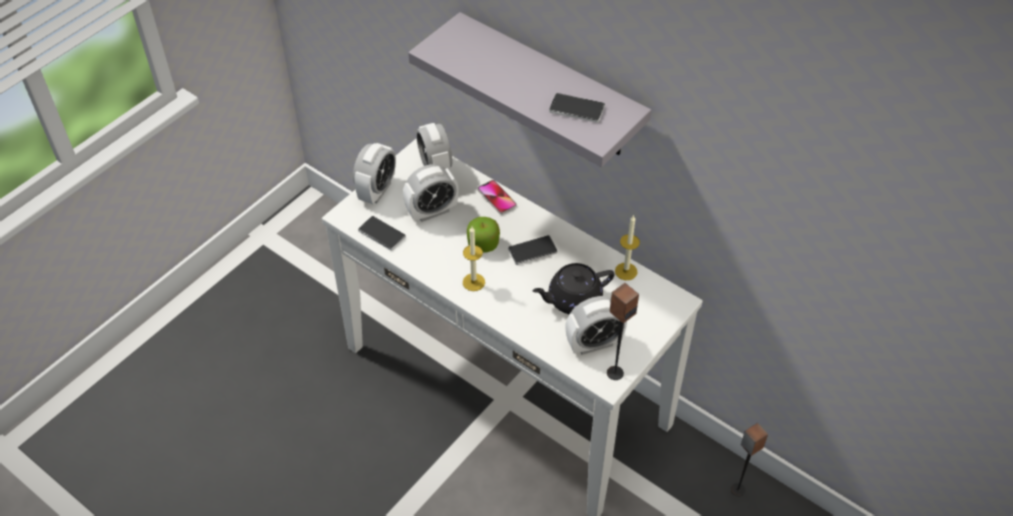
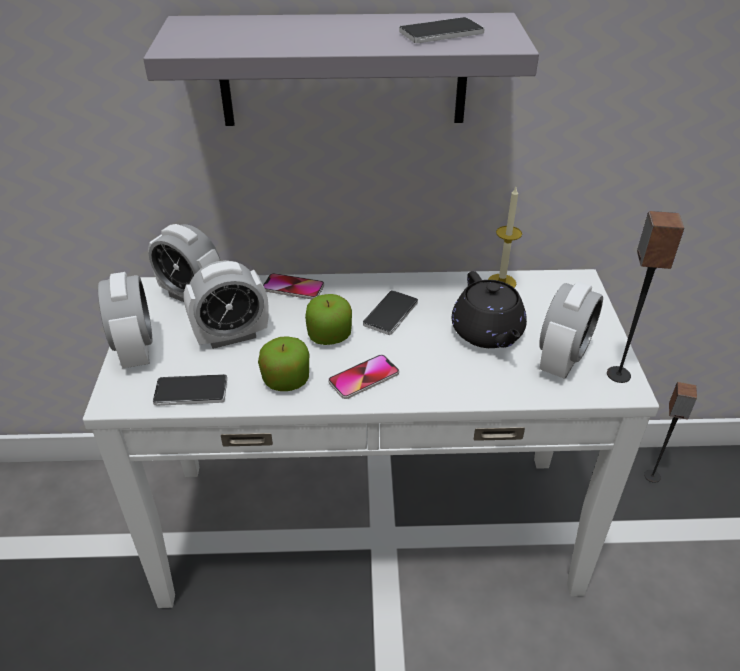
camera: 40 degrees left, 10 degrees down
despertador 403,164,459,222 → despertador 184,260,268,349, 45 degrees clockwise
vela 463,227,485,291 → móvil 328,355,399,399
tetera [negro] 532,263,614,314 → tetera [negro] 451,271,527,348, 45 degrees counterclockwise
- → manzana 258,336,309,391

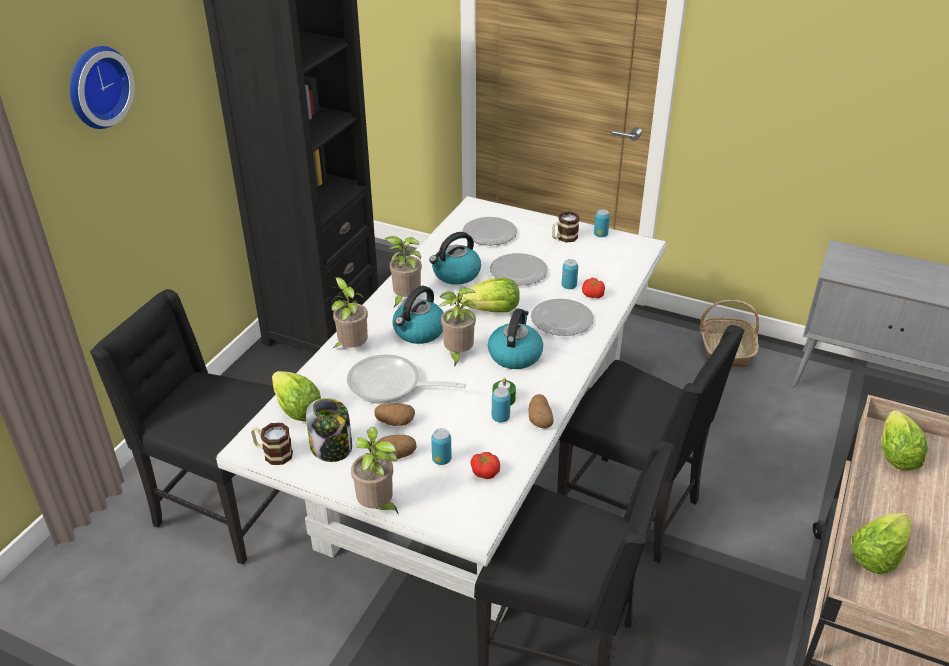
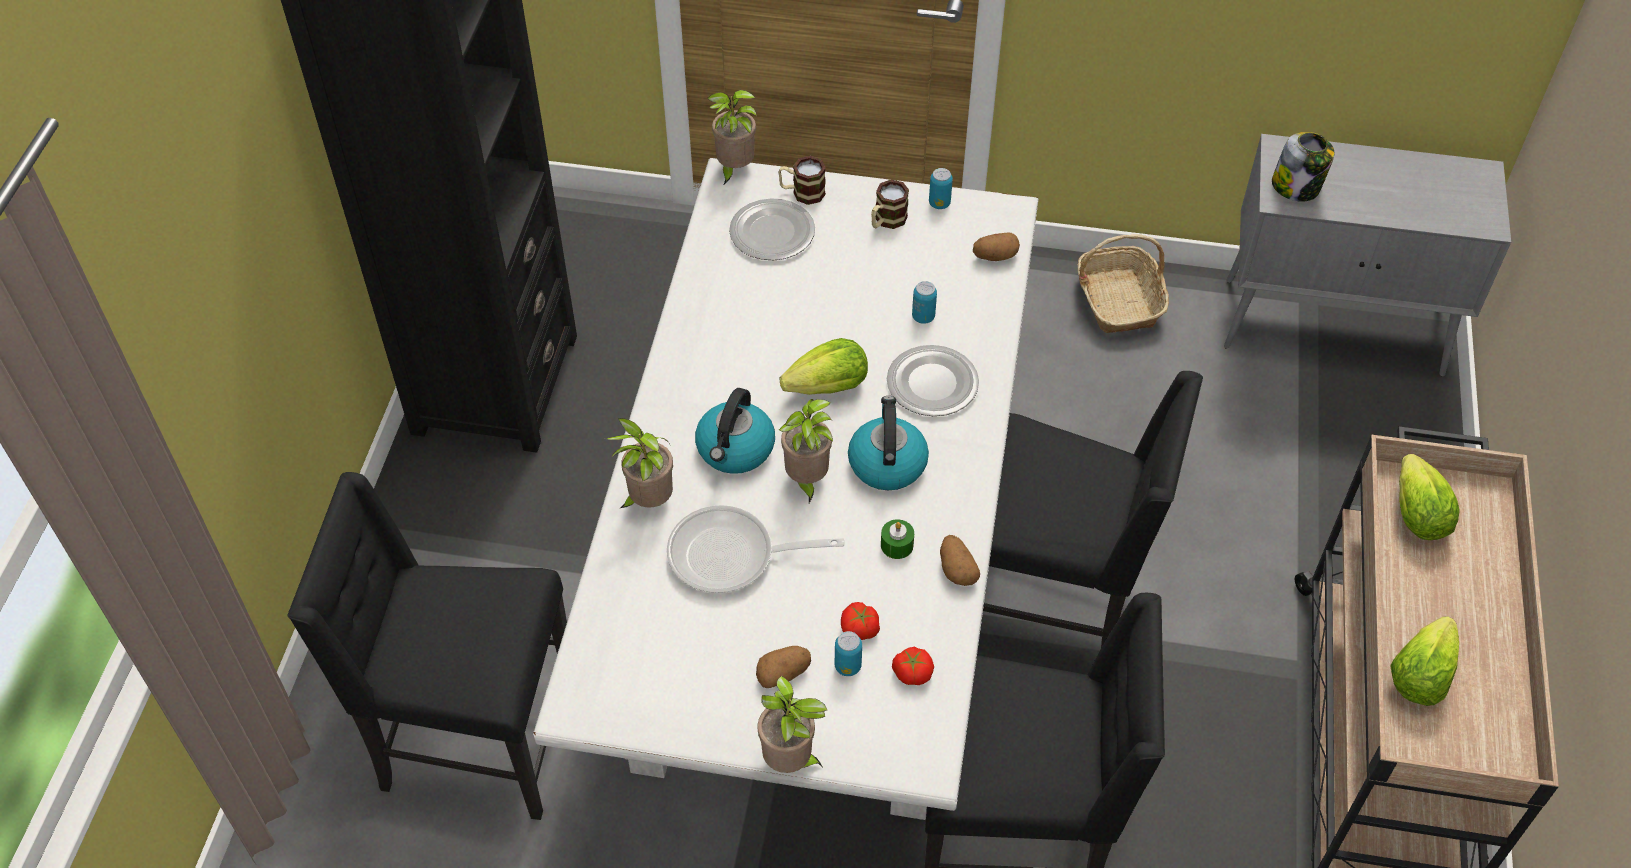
camera: 15 degrees left, 15 degrees up
reloj de pared 70,46,135,129 → -
taza grande 251,423,293,465 → taza grande 778,156,826,205, shifted
lechuga 272,371,321,422 → -
tarro 306,398,352,462 → tarro 1272,132,1335,202, shifted
patata 374,403,415,426 → patata 973,233,1020,261, shifted
planta en maceta 385,236,422,307 → planta en maceta 707,90,757,186, shifted
hervidor 429,232,481,285 → -
plato 490,253,548,285 → -
lata 492,387,511,422 → -
tomate 582,278,605,298 → tomate 841,602,880,640, shifted

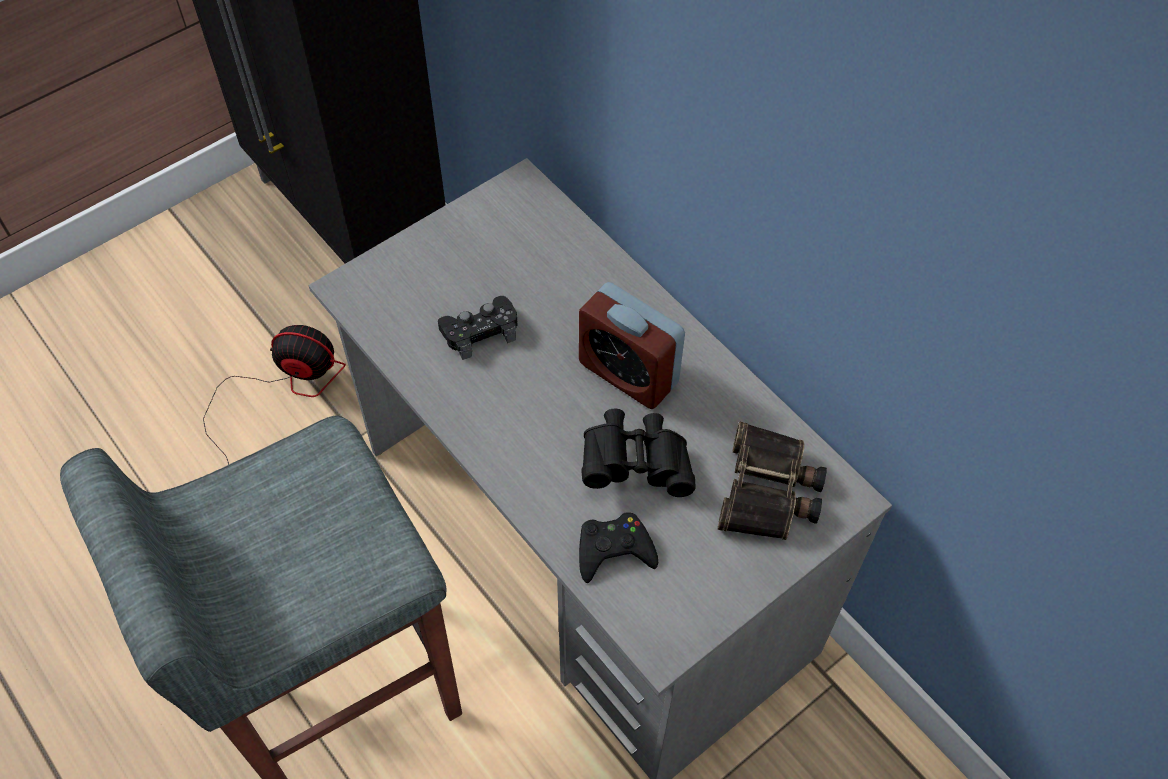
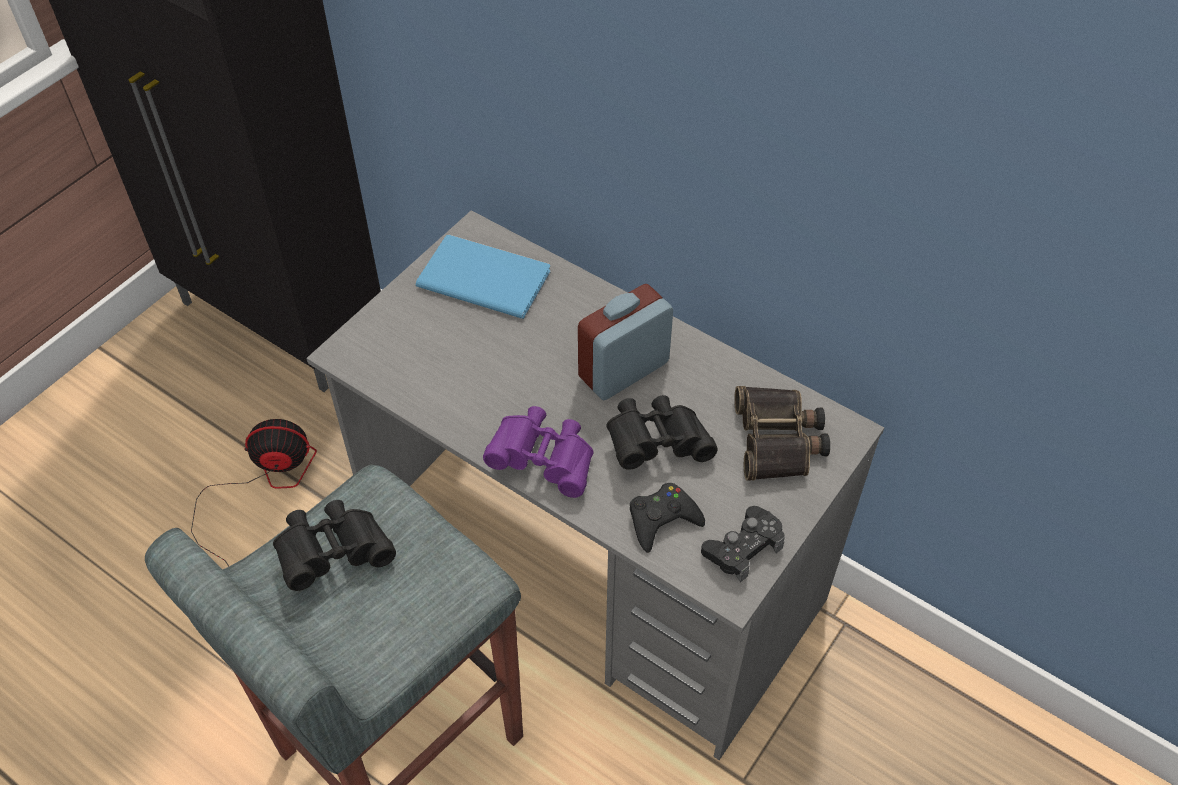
camera: 15 degrees left, 5 degrees down
mando de consola [negro] 438,296,517,360 → mando de consola [negro] 701,506,785,582, shifted
despertador 579,282,685,409 → despertador 578,284,673,400, 120 degrees clockwise
- → prismáticos [negro] 273,500,396,591
- → libro [azul] 416,235,551,319
- → prismáticos [morado] 483,406,593,498

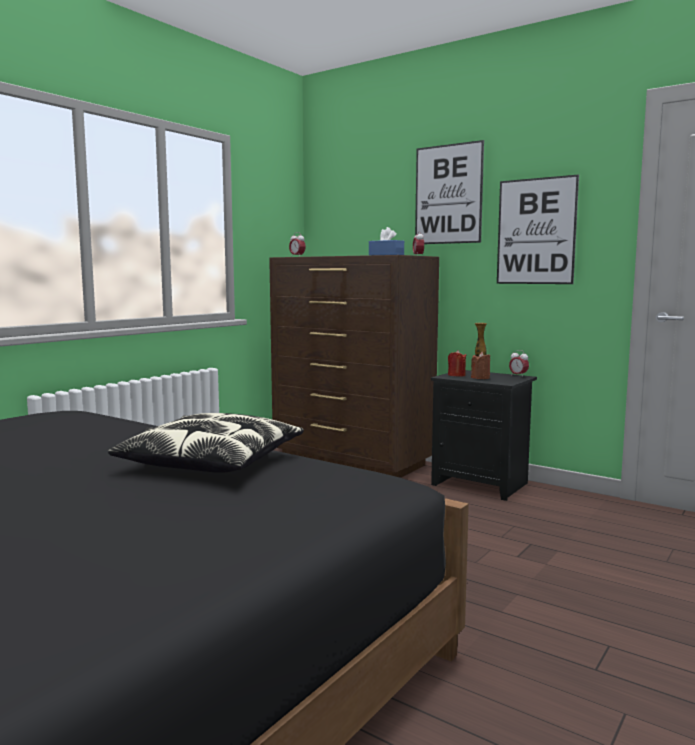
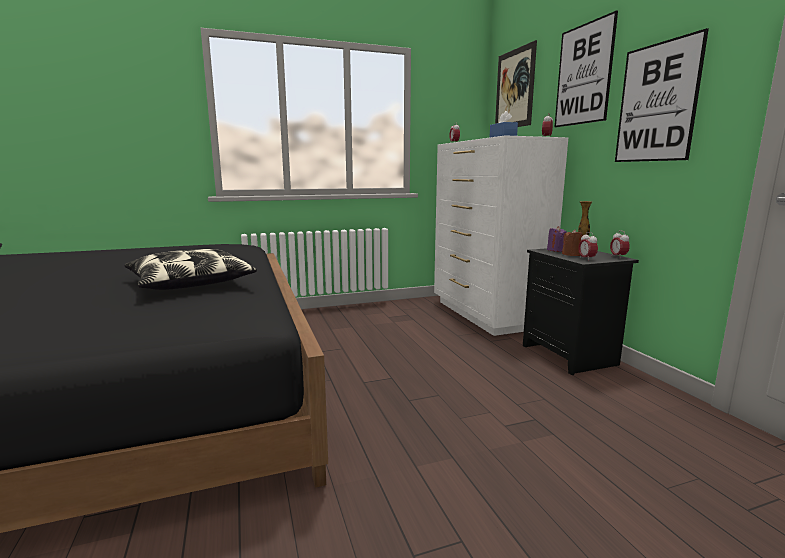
camera: 35 degrees right, 5 degrees up
cómoda [marrón] 269,255,439,478 → cómoda [blanco] 434,136,568,336
vela [rojo] 448,350,467,377 → vela [morado] 547,226,567,252
- → cuadro 495,40,537,127
- → despertador 578,232,598,261

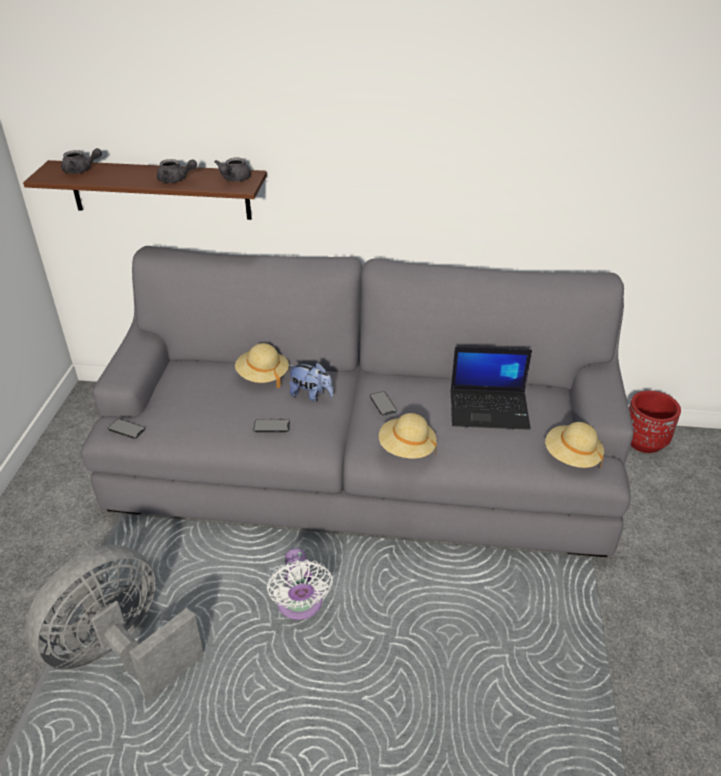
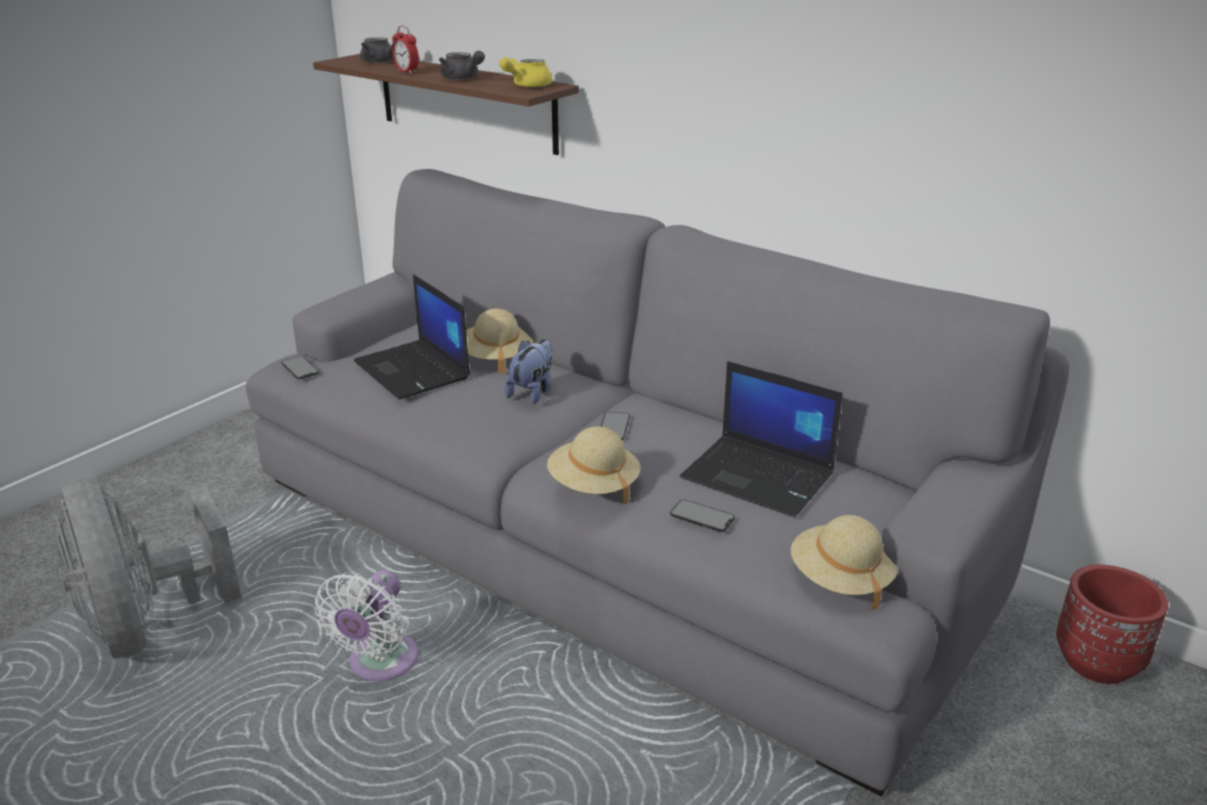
camera: 30 degrees right, 10 degrees down
ventilador [gris] 25,545,204,700 → ventilador [gris] 56,478,242,659, 105 degrees counterclockwise
tetera [gris] 215,158,251,182 → tetera [amarillo] 499,57,552,88
móvil 253,419,290,432 → móvil 670,499,735,532, shifted
peluche 289,363,333,402 → peluche 505,339,553,404, 120 degrees counterclockwise
- → portátil 354,274,470,399
- → despertador 392,26,419,74

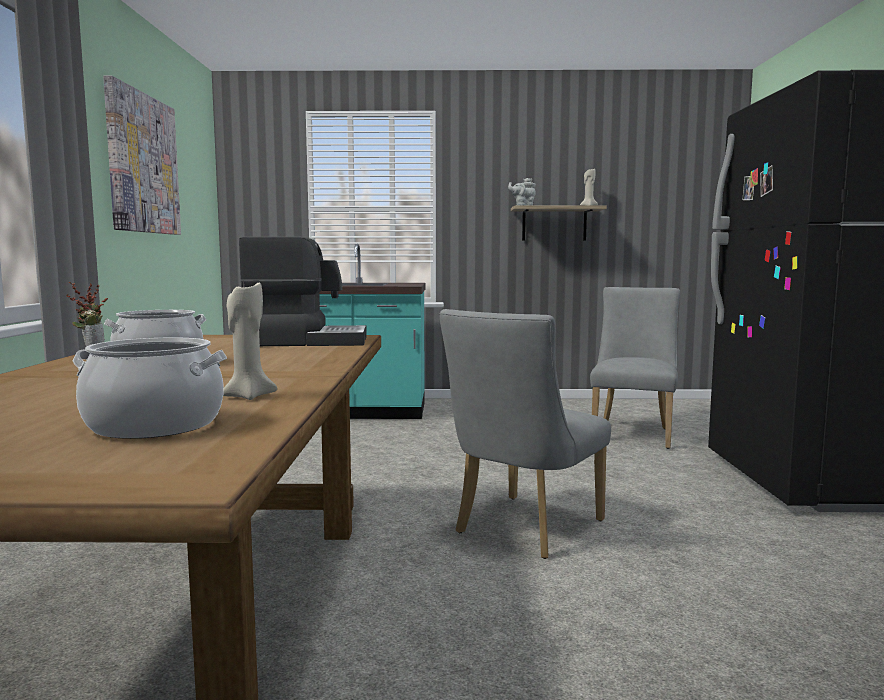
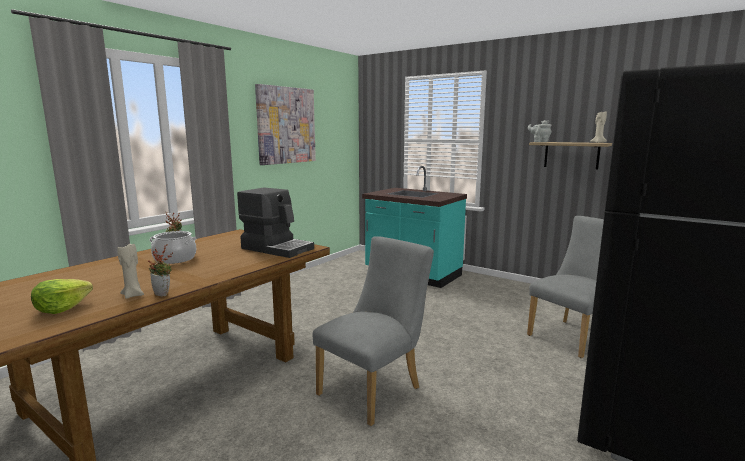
camera: 35 degrees right, 5 degrees up
olla 73,337,227,439 → lechuga 31,279,93,314
silla [gris] 439,309,611,559 → silla [gris] 312,236,434,426, 150 degrees clockwise
- → planta en maceta 148,244,173,296

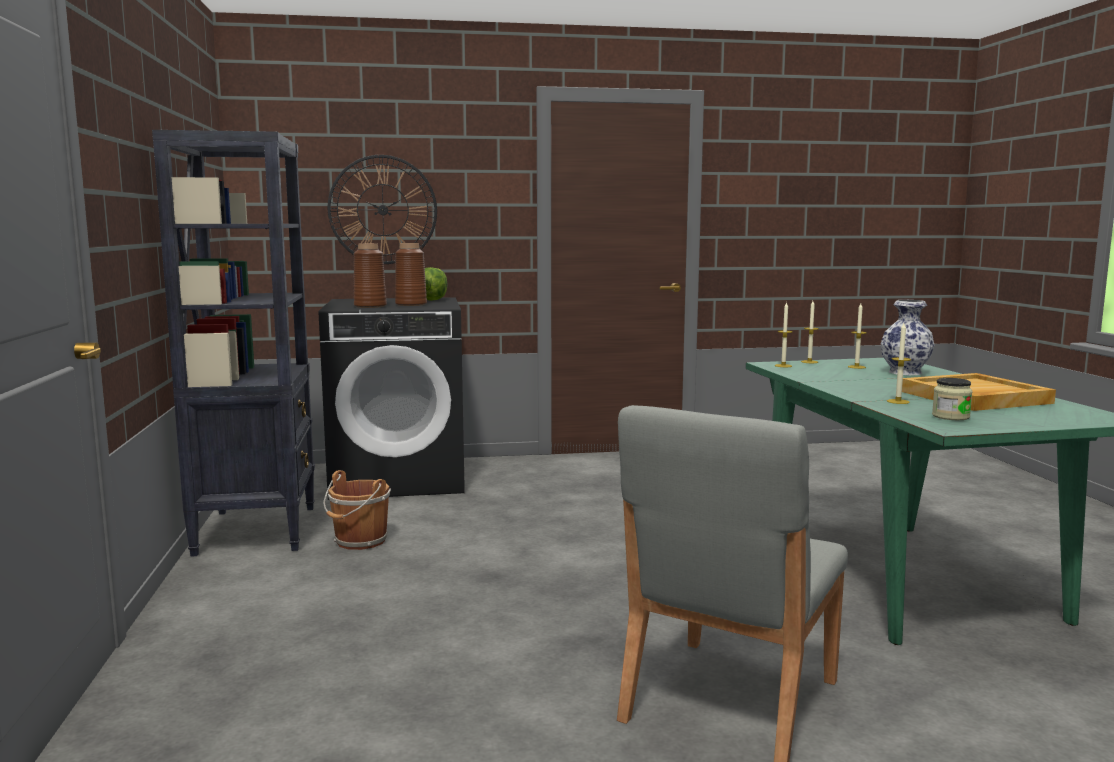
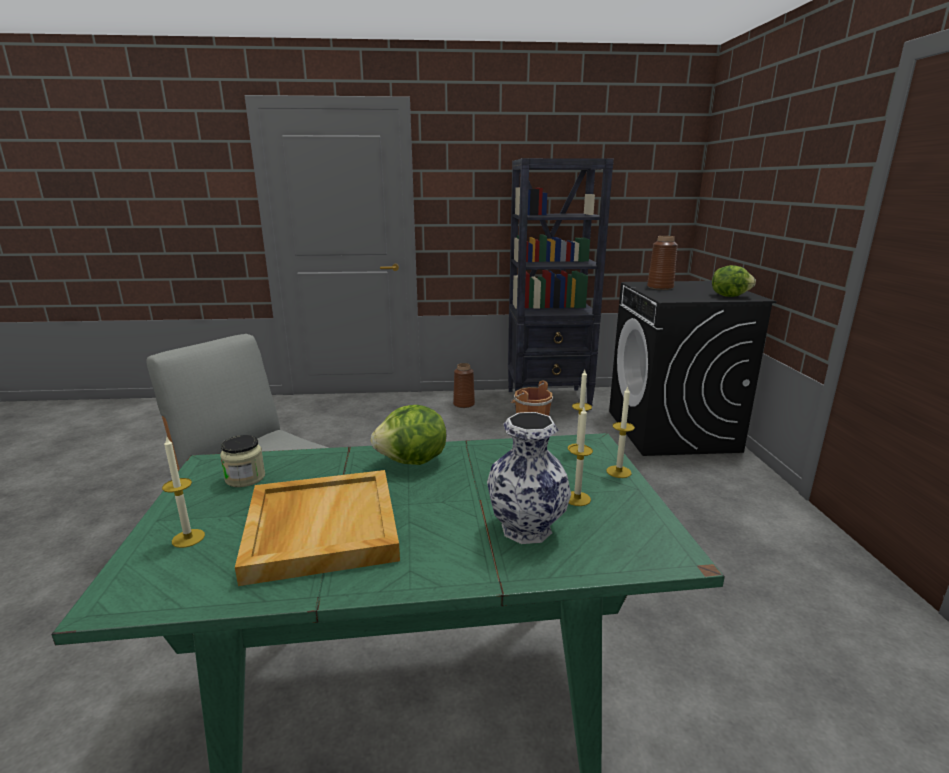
camera: 95 degrees right, 10 degrees up
reloj de pared 328,155,437,264 → -
florero [marrón] 395,243,427,306 → florero [marrón] 453,363,475,408, shifted
vela 887,323,911,404 → vela 162,436,205,548, shifted
- → lechuga 371,405,446,465

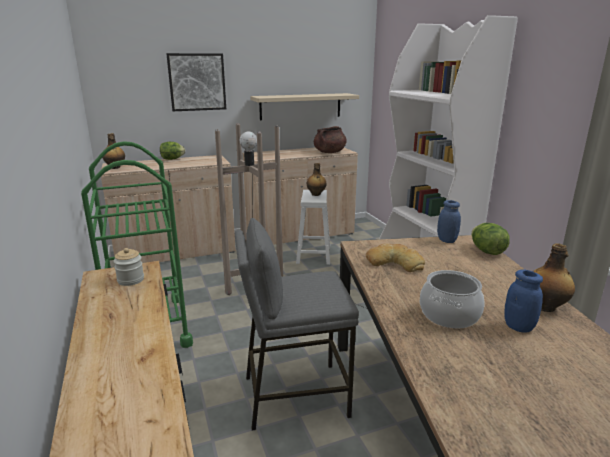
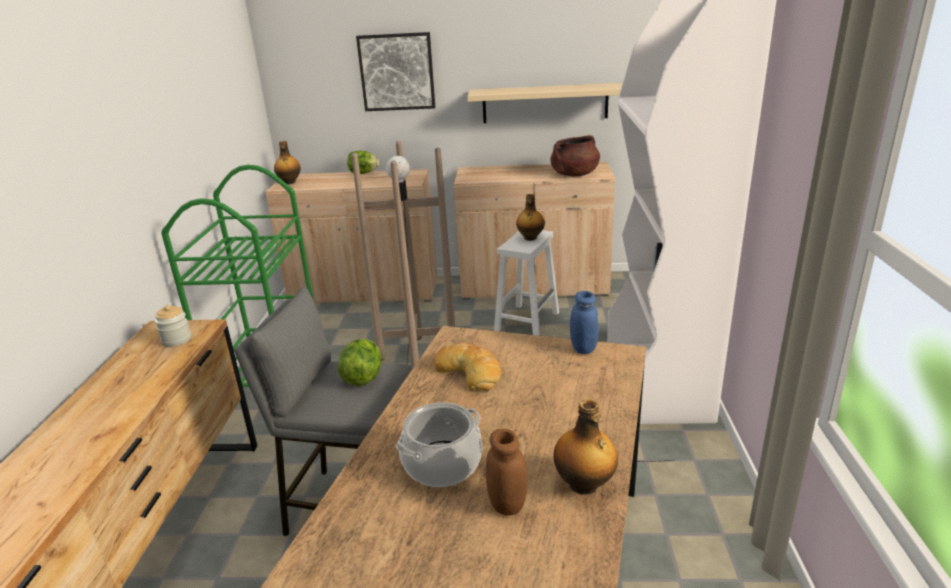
camera: 25 degrees right, 5 degrees up
lechuga 471,223,510,255 → lechuga 338,339,382,386, shifted
tarro [azul] 504,270,543,333 → tarro [marrón] 486,429,527,515

